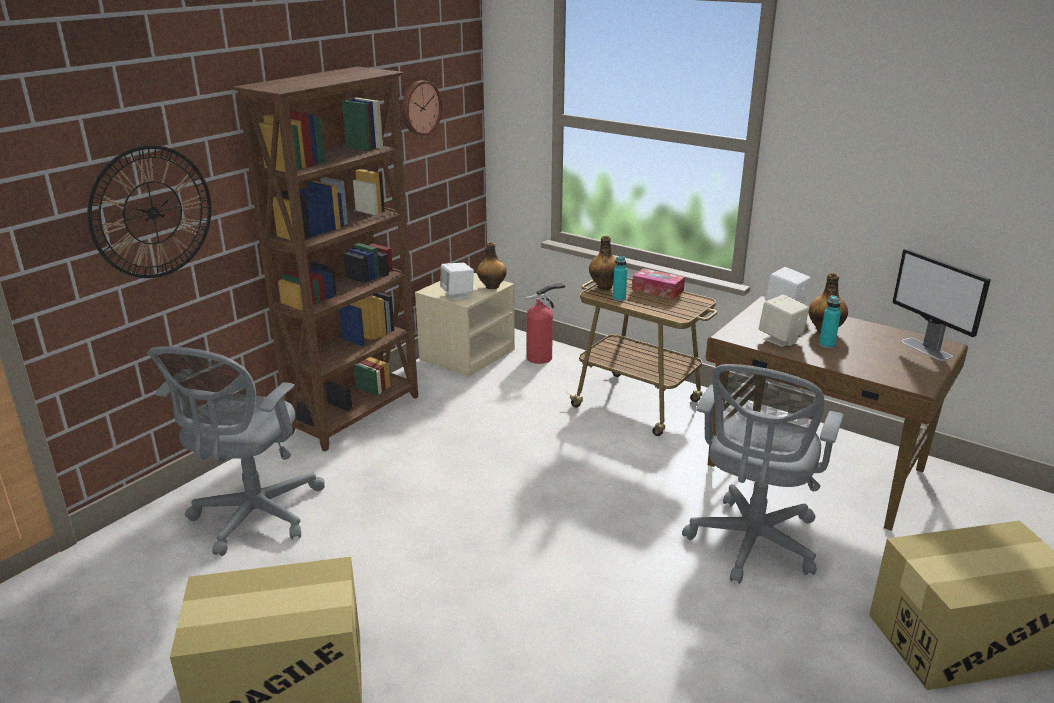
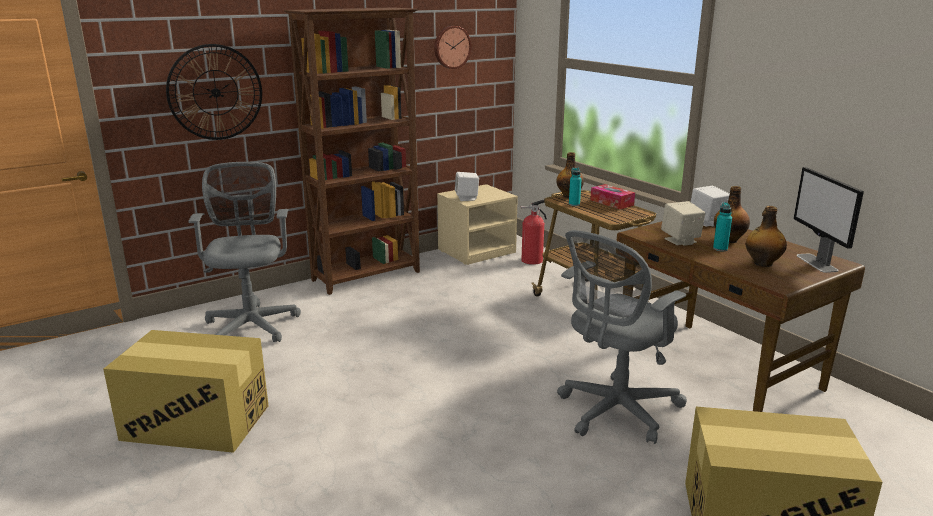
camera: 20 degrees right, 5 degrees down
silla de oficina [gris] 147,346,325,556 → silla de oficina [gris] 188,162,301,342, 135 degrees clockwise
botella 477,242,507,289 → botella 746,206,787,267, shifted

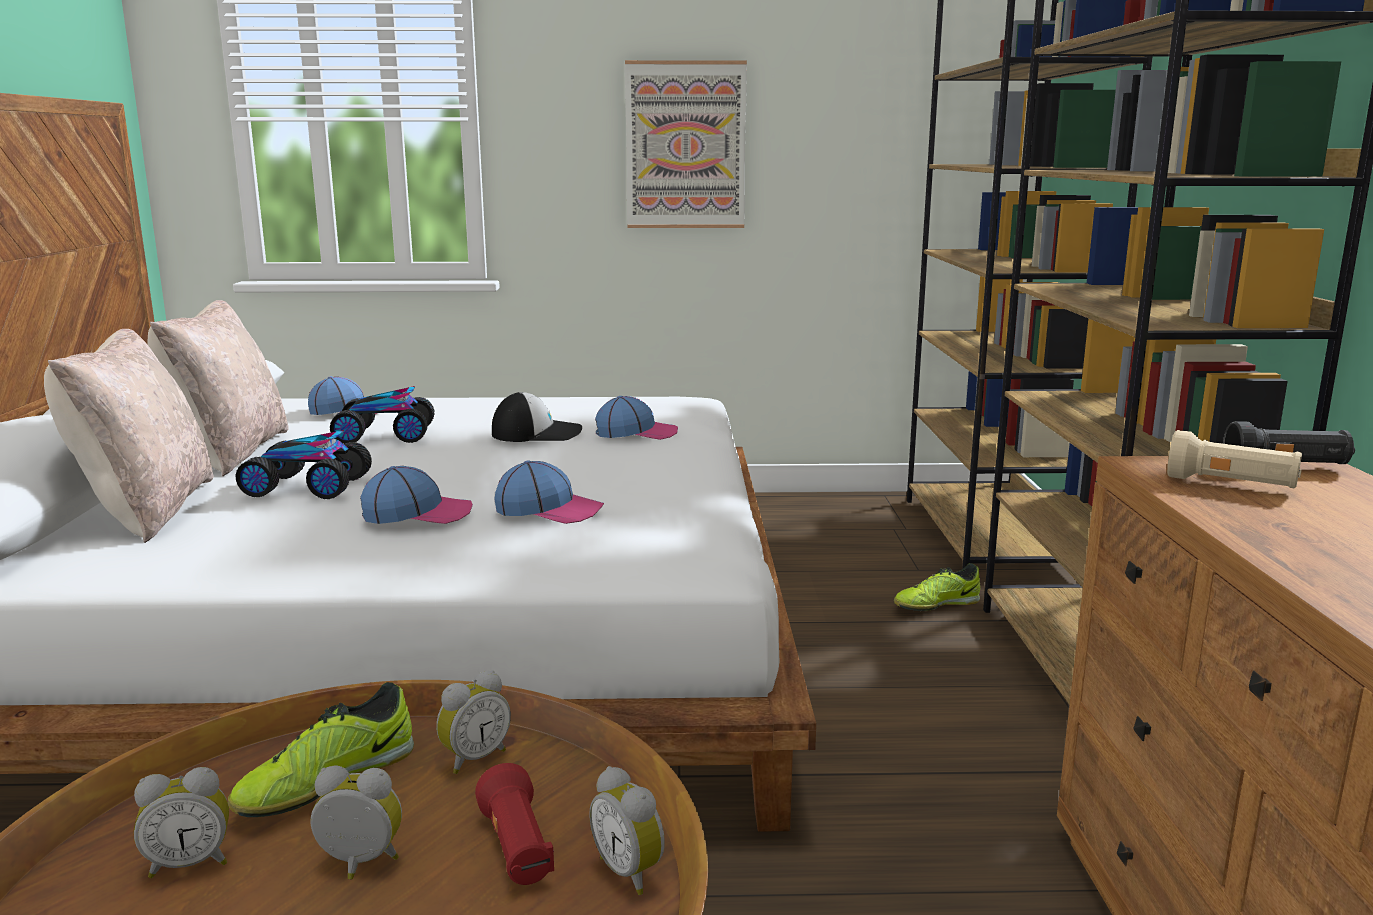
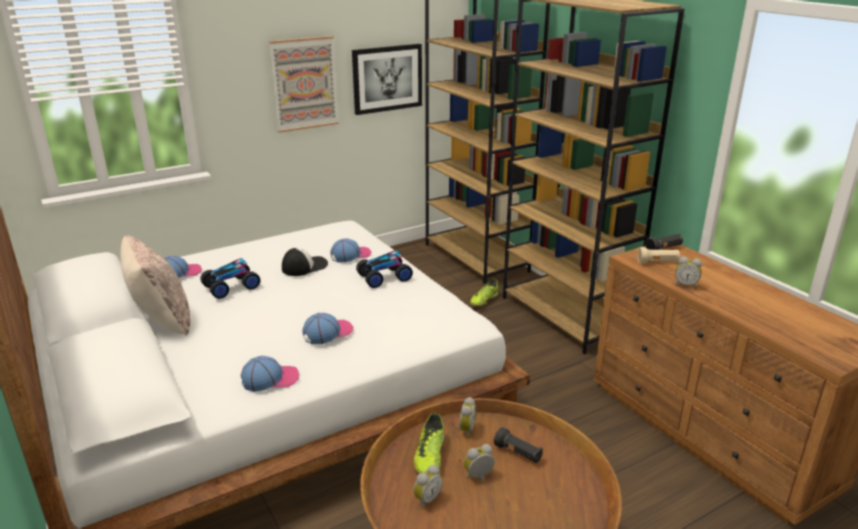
camera: 30 degrees left, 10 degrees up
cojín [beis] 44,329,213,543 → -
coche de juguete 235,430,372,499 → coche de juguete 356,251,413,288, shifted
linterna [rojo] 475,763,554,885 → linterna [negro] 494,427,543,463
gorra 494,461,604,524 → gorra 241,356,299,392, shifted
despertador 589,766,665,895 → despertador 675,257,702,289, shifted
- → cuadro 352,44,422,115

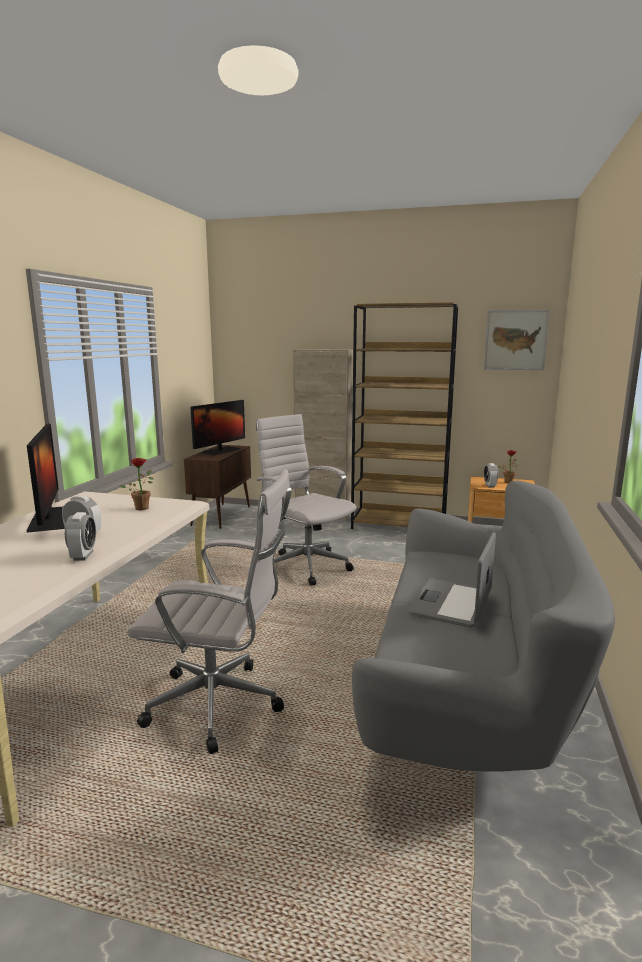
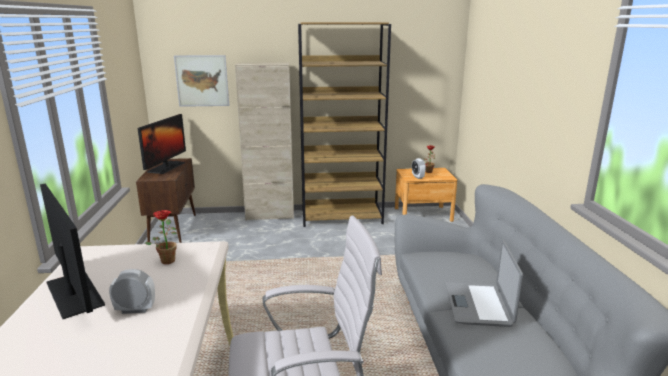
camera: 20 degrees left, 5 degrees up
despertador 65,512,96,561 → -
silla de oficina [blanco] 255,414,357,586 → -
cuadro 484,310,550,370 → cuadro 174,55,229,107, shifted

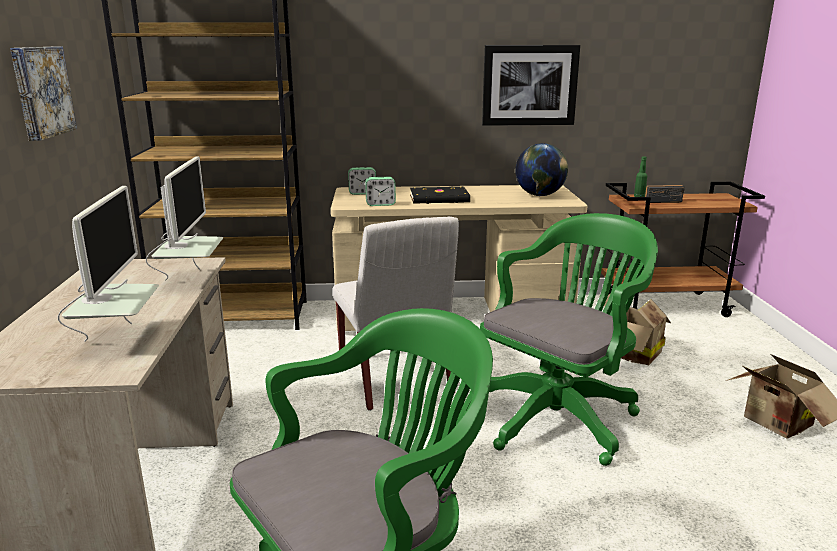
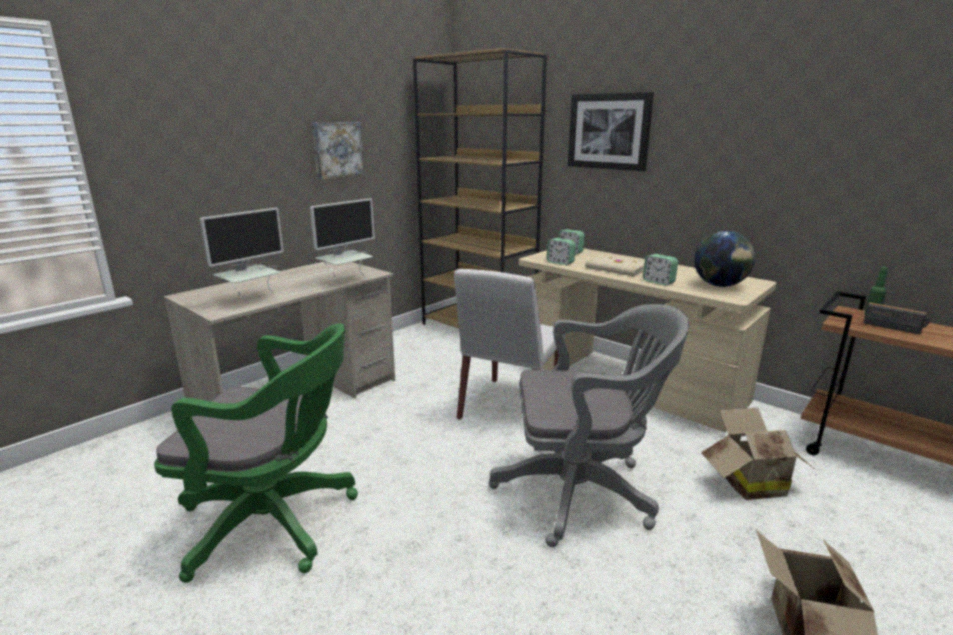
camera: 45 degrees right, 0 degrees up
libro [negro] 410,186,470,204 → libro [beis] 585,255,645,277
silla de oficina [verde] 480,213,658,466 → silla de oficina [gris] 488,304,689,547
cuadro 482,45,580,126 → cuadro 568,92,654,171, shifted
- → despertador 643,254,678,285

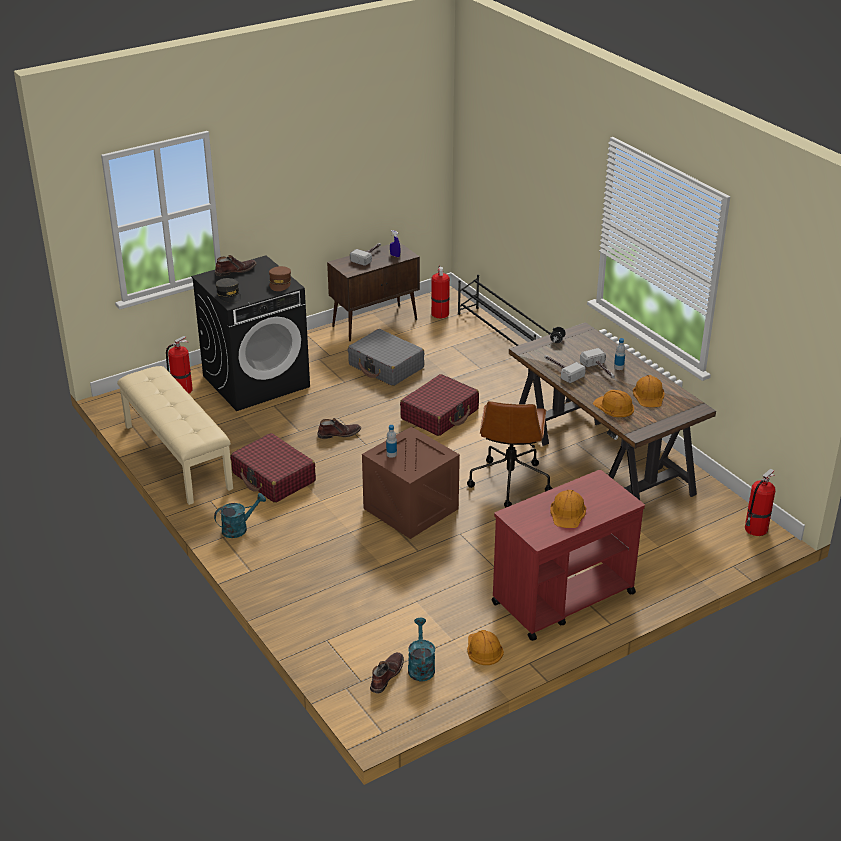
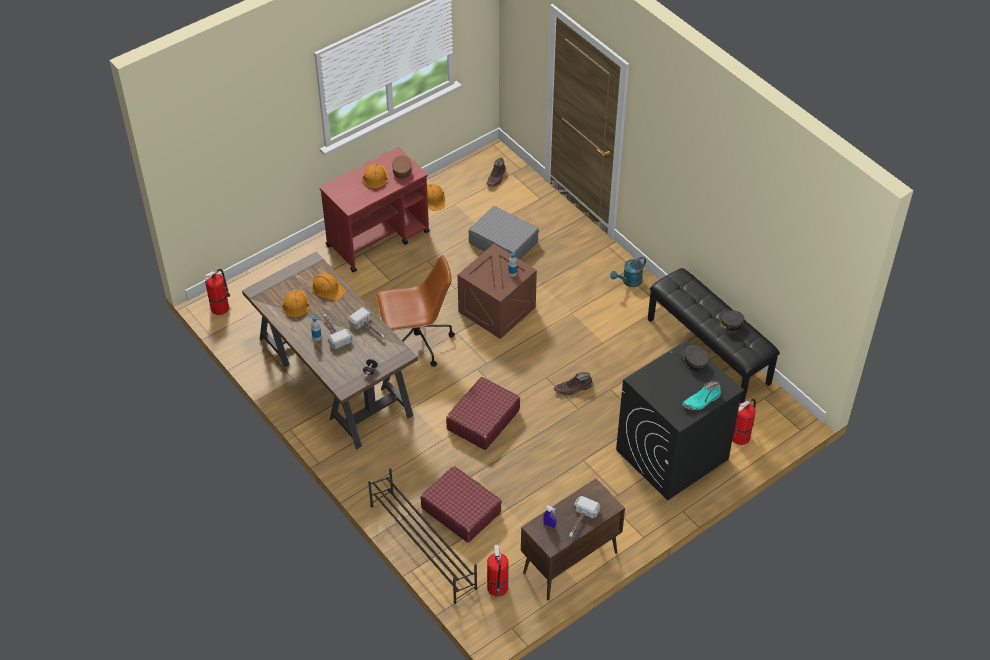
camera: 175 degrees right, 15 degrees up
banco [beis] 117,366,233,505 → banco [negro] 648,268,780,403
bota [marrón] 215,255,257,276 → bota [turquesa] 682,381,721,410
maleta [rojo] 230,433,316,503 → maleta [rojo] 420,466,502,543, shifted
gorra [marrón] 269,266,291,291 → gorra [marrón] 392,155,411,179, shifted
maleta [gris] 348,329,424,386 → maleta [gris] 468,206,539,259, shifted
regadera [turquesa] 408,618,435,681 → -
silla de oficina [marrón] 467,401,553,508 → silla de oficina [marrón] 376,255,455,367, 75 degrees clockwise
- → gorra [gris] 714,311,744,335

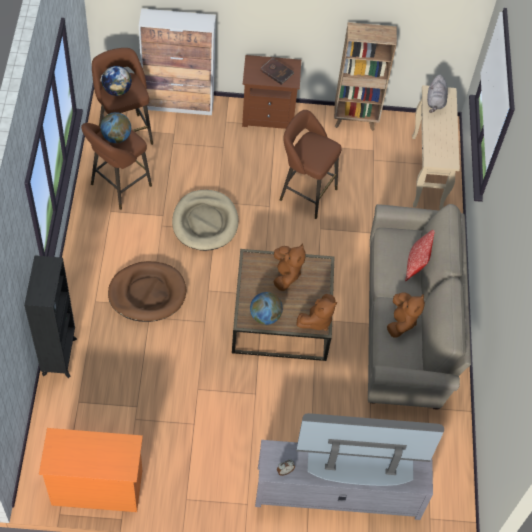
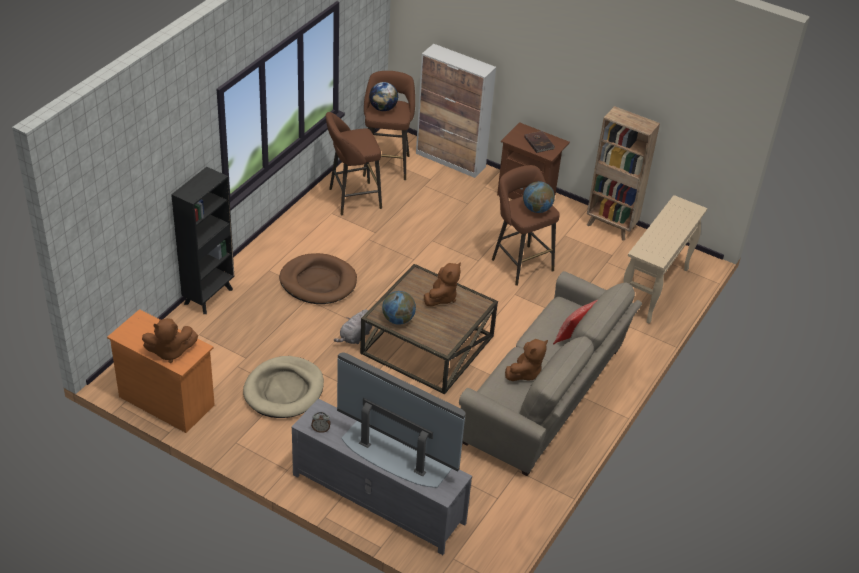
camera: 30 degrees right, 15 degrees down
globo terráqueo 100,112,131,143 → globo terráqueo 523,181,555,213, shifted
cama para perro [beis] 172,190,238,251 → cama para perro [beis] 243,356,324,418, shifted
peluche [marrón] 296,294,337,331 → peluche [marrón] 142,318,198,363, shifted
peluche [gris] 427,75,448,113 → peluche [gris] 334,309,372,344, shifted

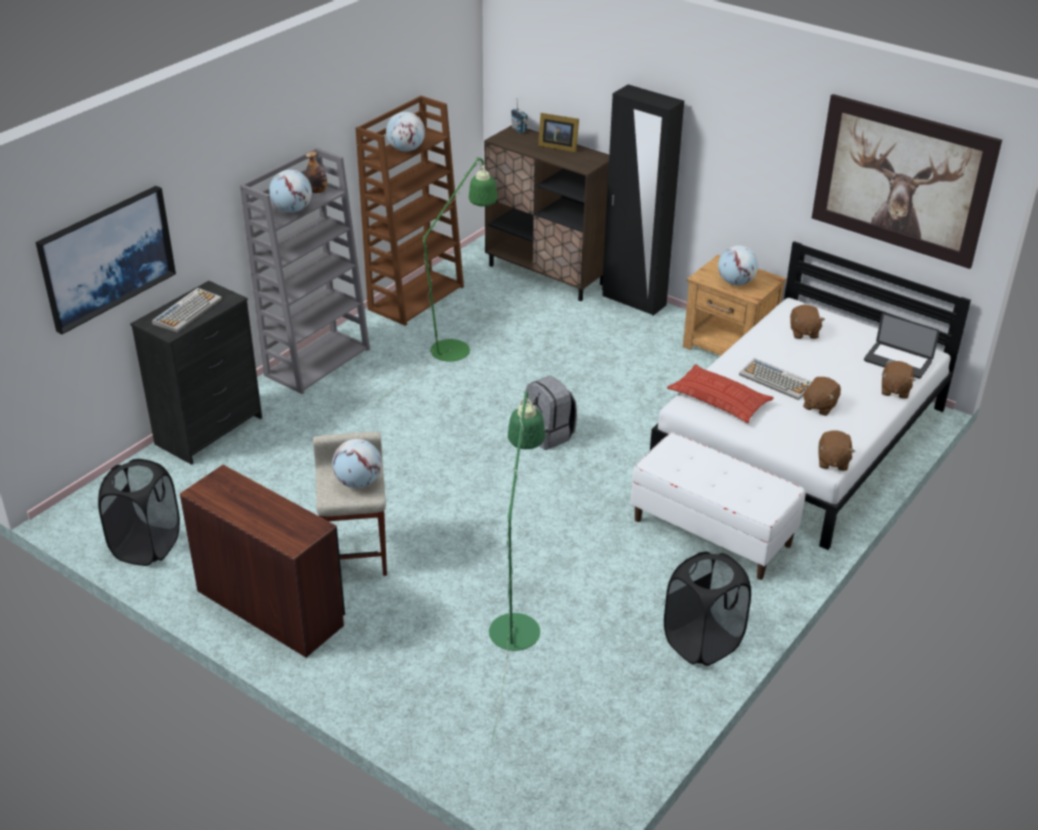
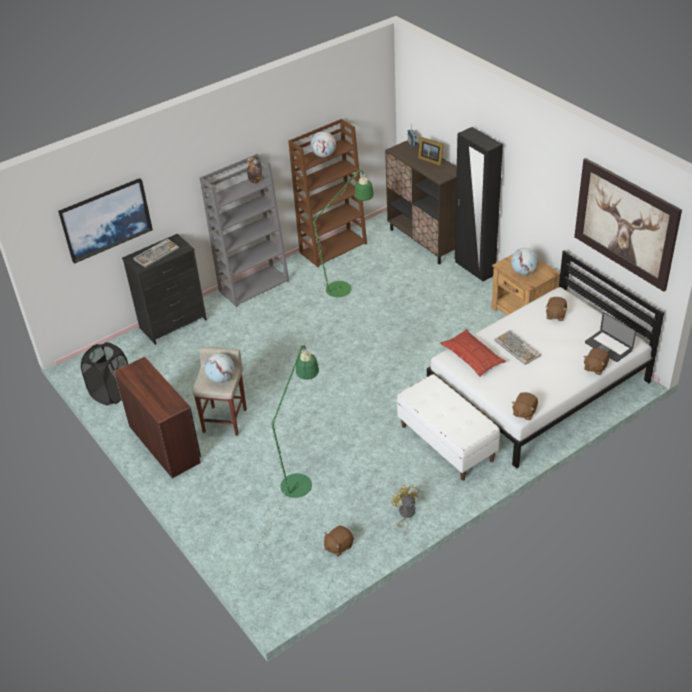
camera: 20 degrees right, 5 degrees up
globo terráqueo 269,170,312,213 → -
mochila [gris] 525,376,577,450 → -
cesto de la ropa [negro] 664,552,751,666 → ventilador [amarillo] 391,485,419,535
peluche [marrón] 803,377,841,416 → peluche [marrón] 324,526,354,556, shifted

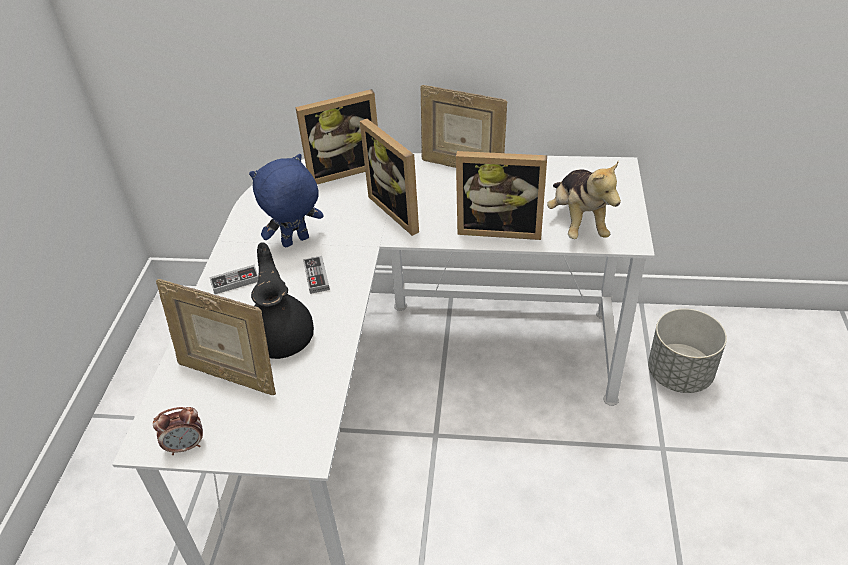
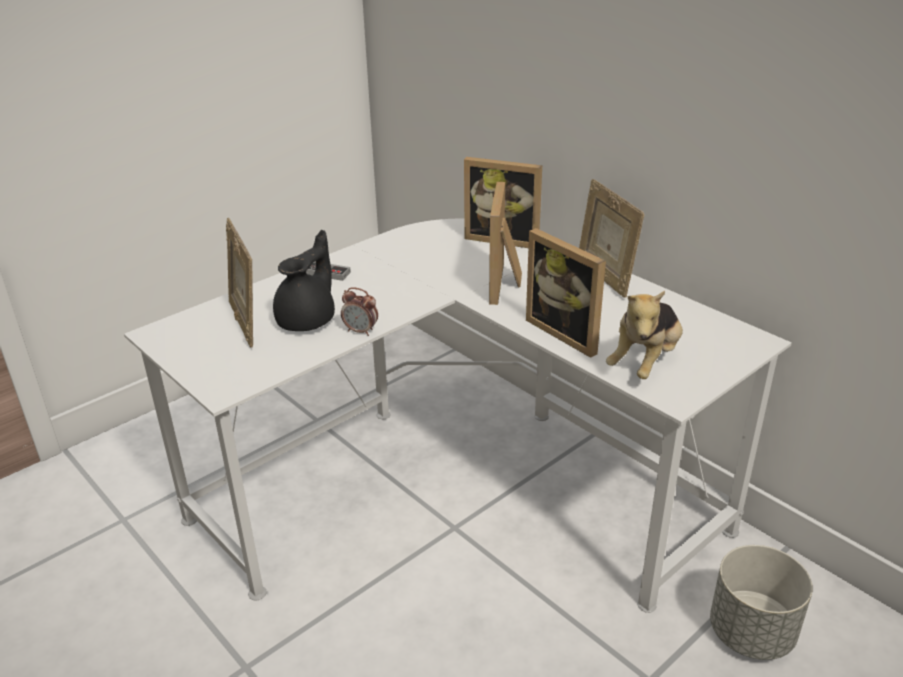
camera: 40 degrees right, 10 degrees down
despertador 153,407,203,455 → despertador 341,287,378,336, shifted
peluche [azul] 249,154,323,248 → -
mando de consola 303,256,330,294 → -

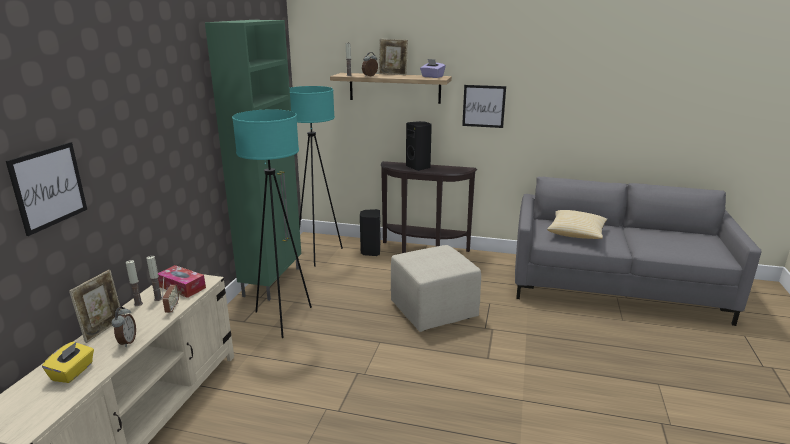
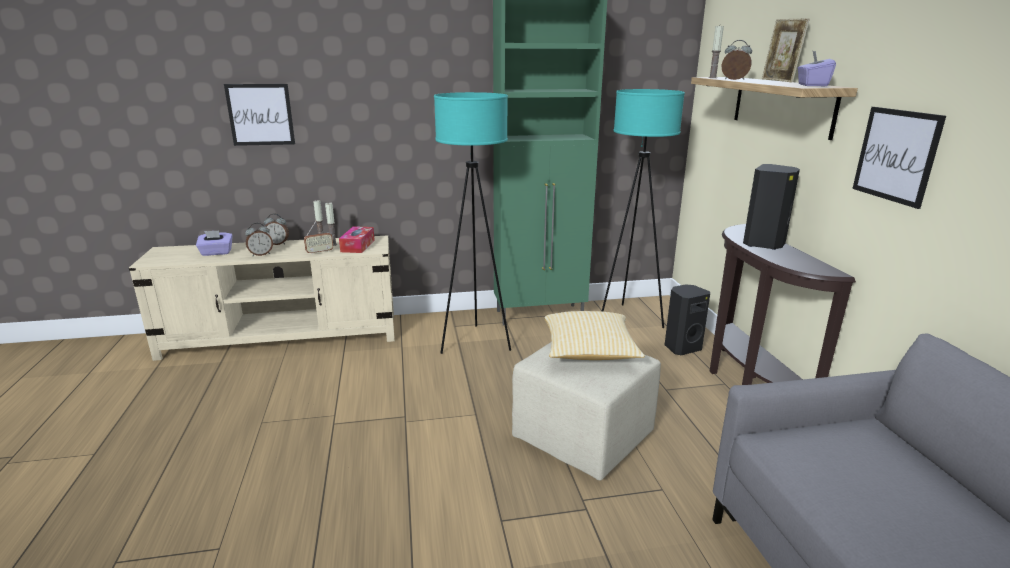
camera: 65 degrees right, 0 degrees up
caja de pañuelos [amarillo] 42,341,94,383 → caja de pañuelos [morado] 196,230,233,256
portarretratos 69,270,123,343 → despertador 264,213,289,245
cojín 547,210,607,239 → cojín 544,311,645,360, shifted

